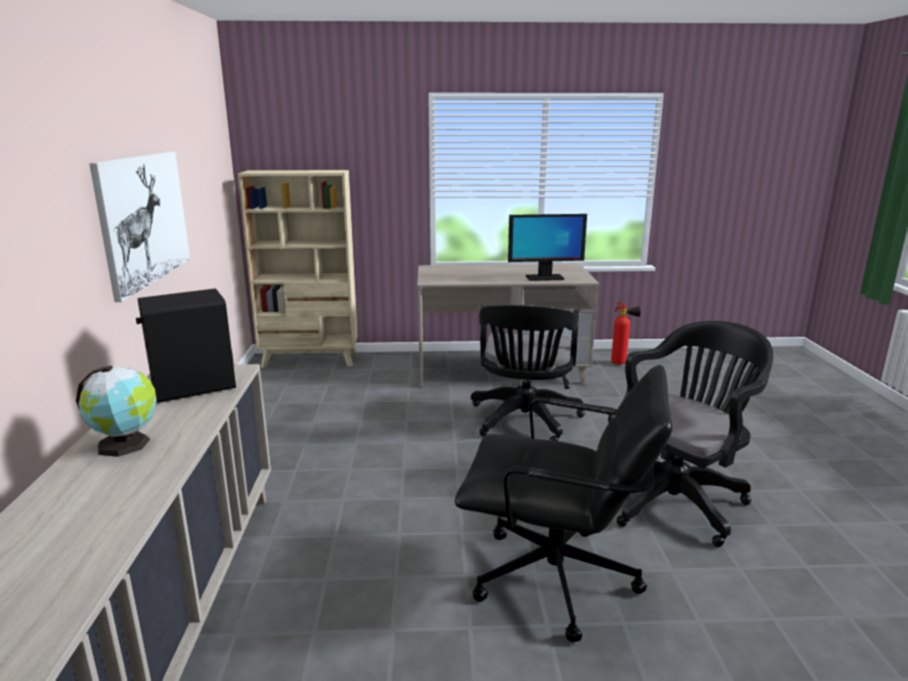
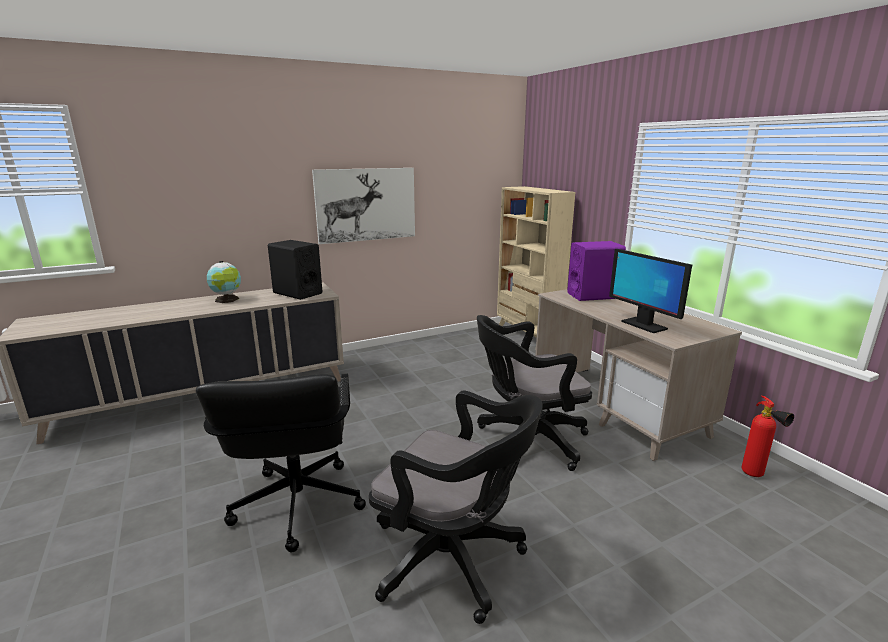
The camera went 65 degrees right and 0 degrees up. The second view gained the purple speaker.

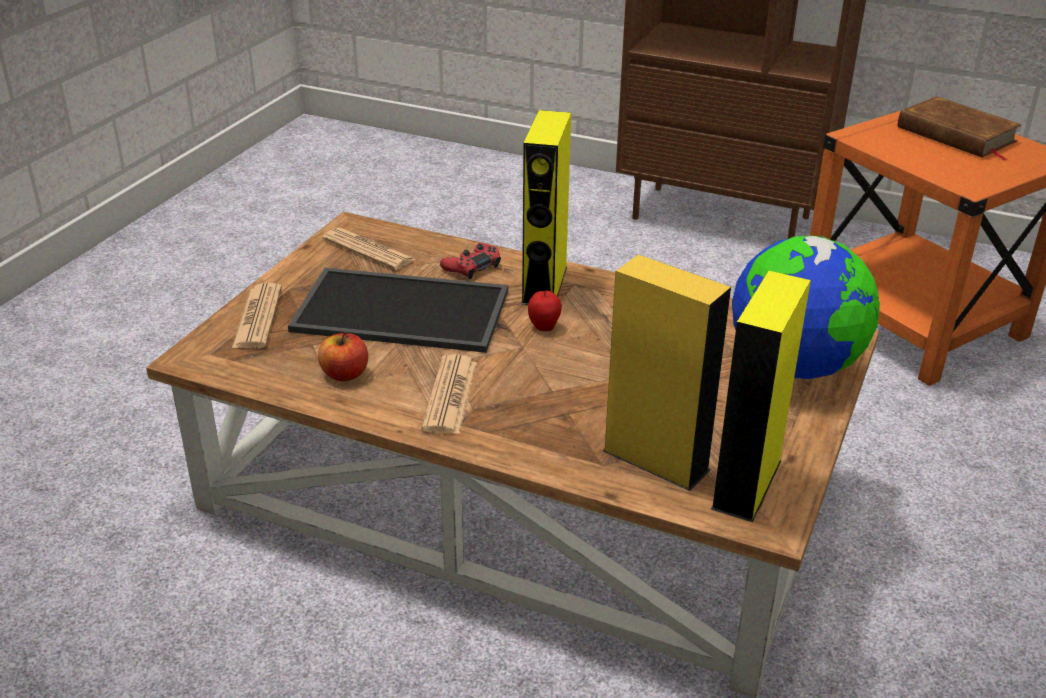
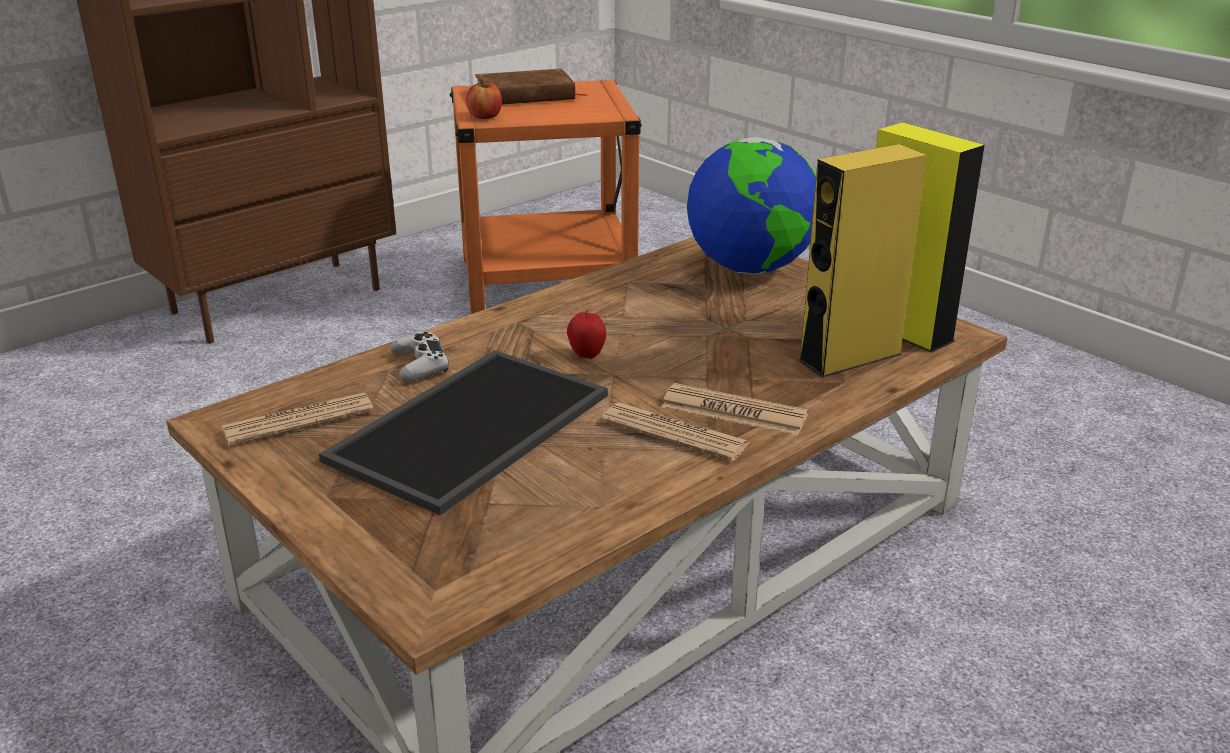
The camera went 65 degrees left and 5 degrees down. The second view lost the yellow speaker (no. 1 from left). The newspaper (no. 1 from left in the first image) ended up elsewhere. The apple (no. 1 from left) ended up elsewhere. What was the red game controller turned into the white game controller.

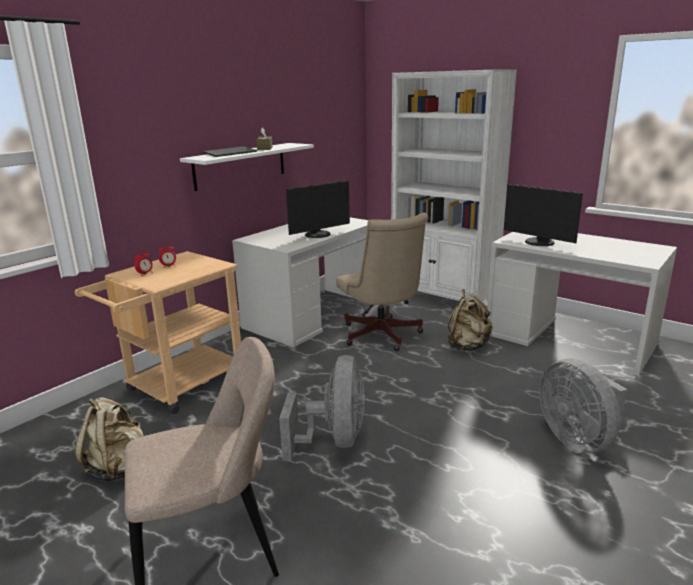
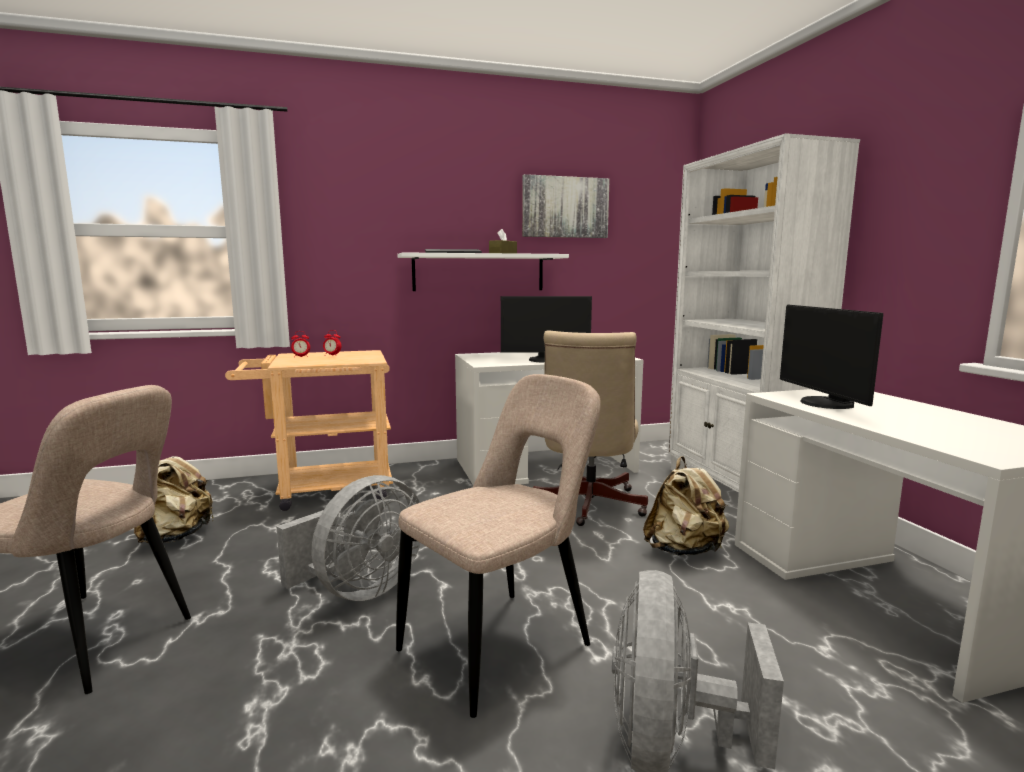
The camera went 35 degrees right and 10 degrees down. The second view gained the beige chair (no. 2 from left). The second view gained the picture.

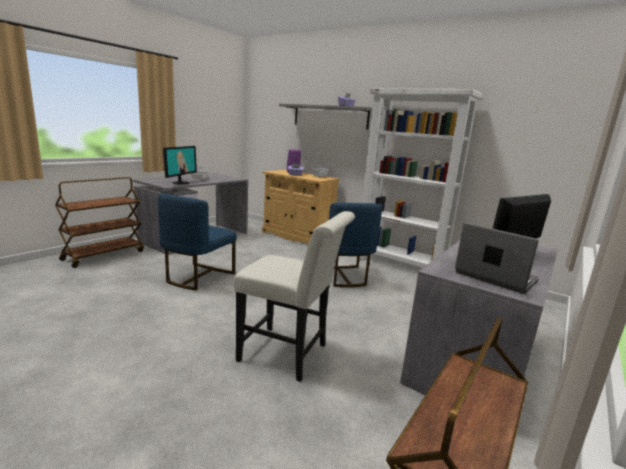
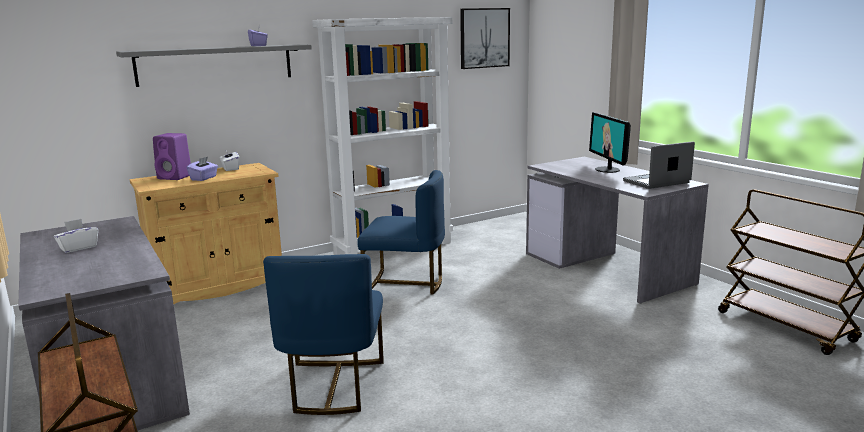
The camera went 65 degrees left and 0 degrees up. The second view lost the monitor (no. 1 from left). The second view lost the white chair. The second view gained the picture. The blue chair (no. 1 from left) ended up facing another way, 45 degrees clockwise from before.

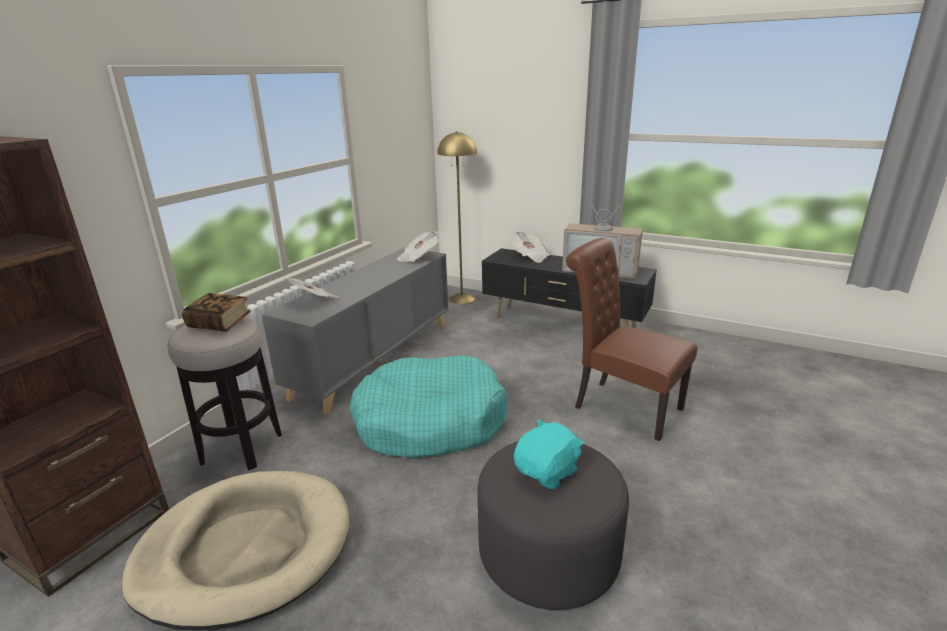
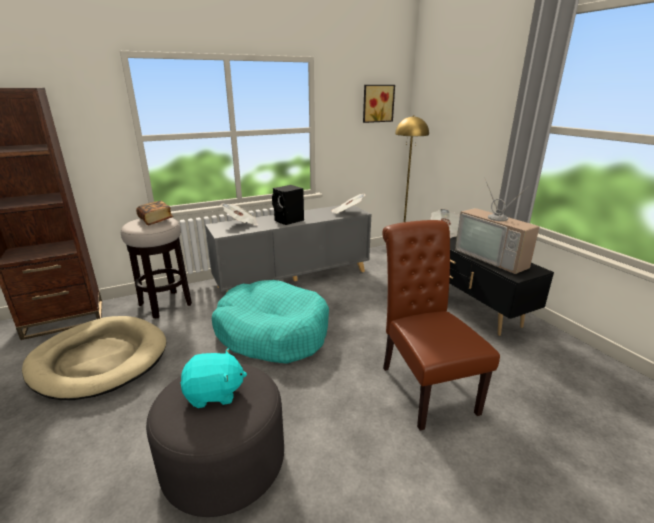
The camera went 35 degrees right and 0 degrees up. The second view gained the black speaker. The second view gained the picture.

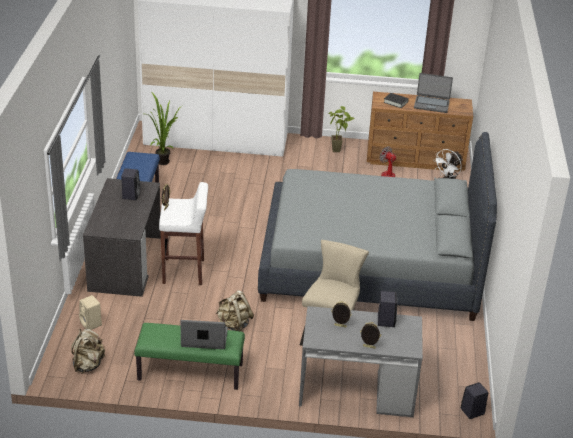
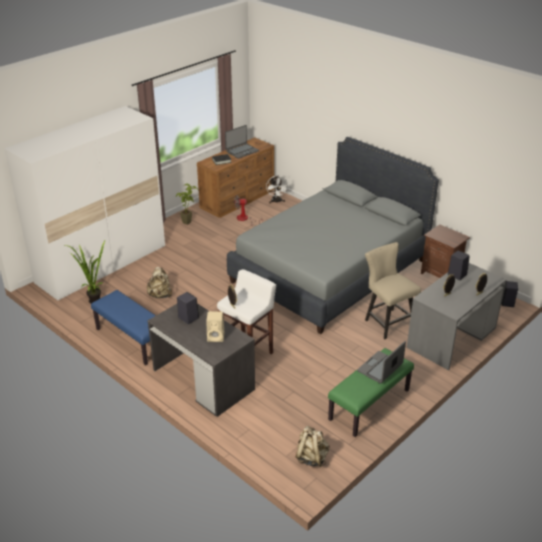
The camera went 50 degrees left and 0 degrees up. The second view gained the brown nightstand. The beige speaker ended up elsewhere. The beige backpack (no. 2 from left in the first image) ended up elsewhere.

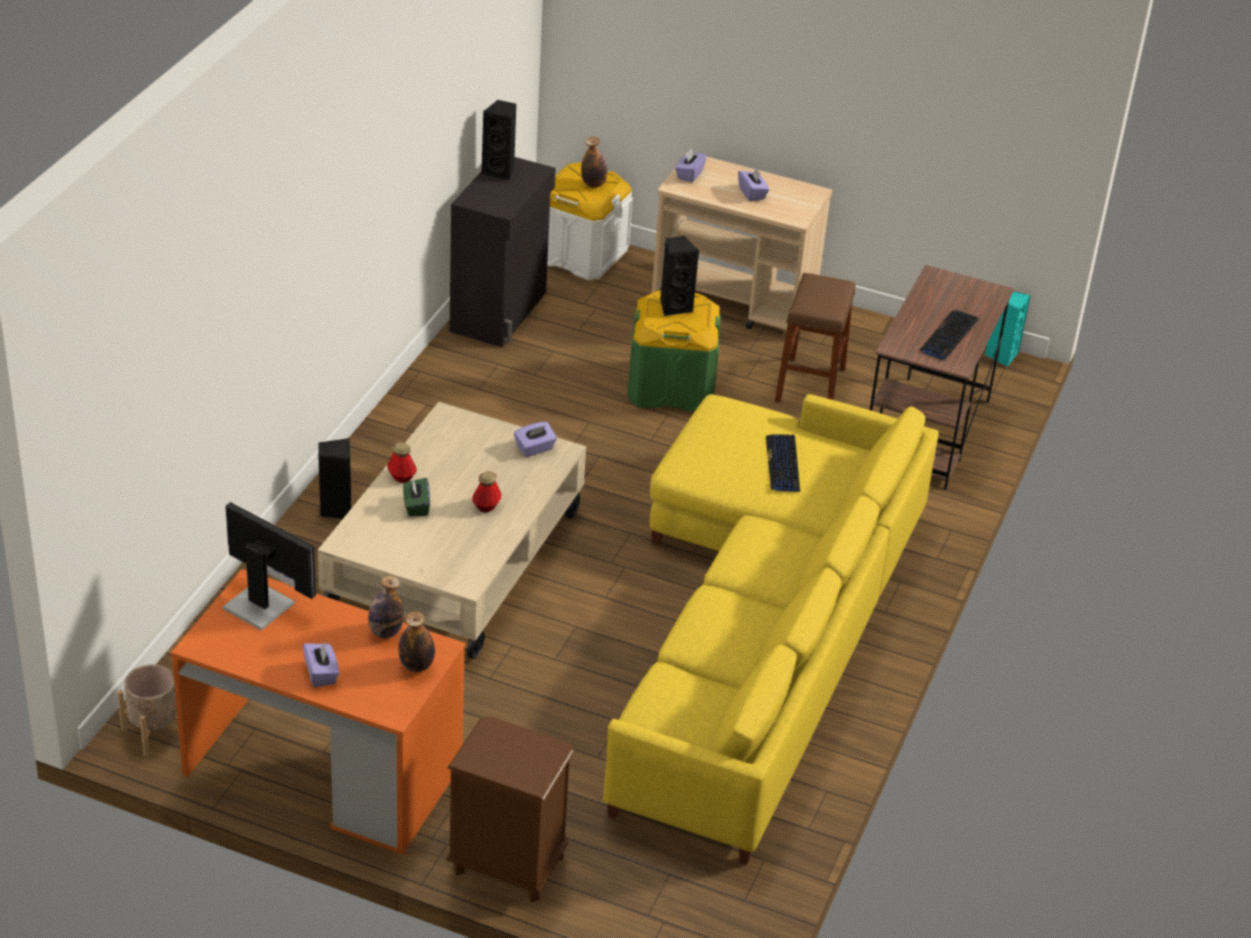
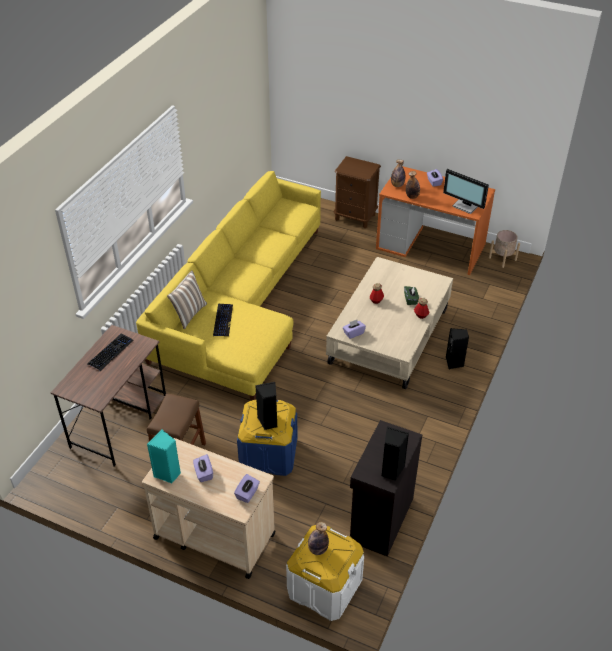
The camera went 175 degrees left and 5 degrees up. The second view gained the pillow. The turquoise speaker ended up elsewhere. What was the green storage box turned into the blue storage box.

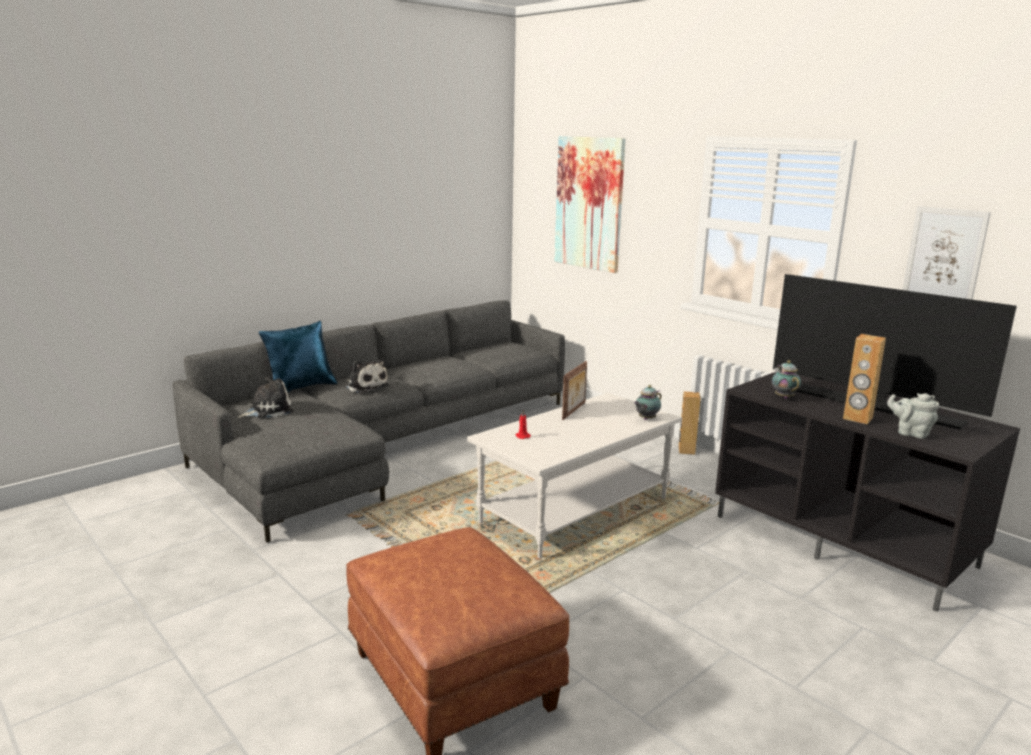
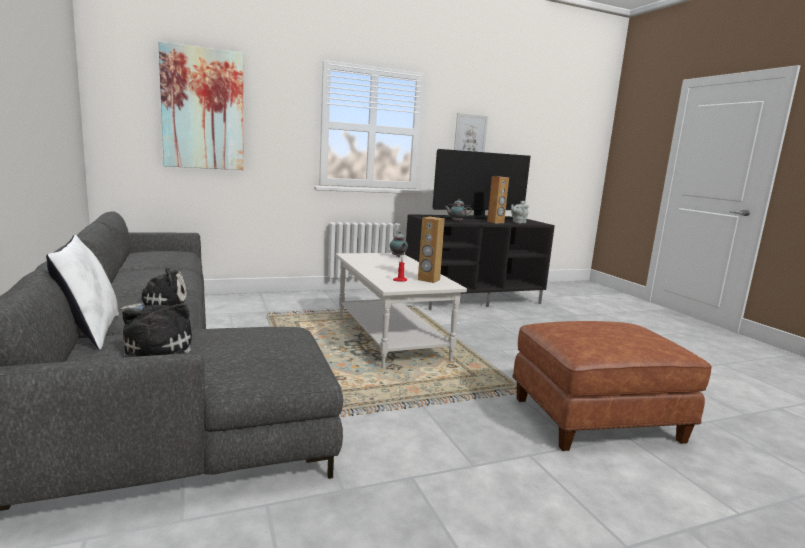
The camera went 70 degrees left and 5 degrees down. The second view lost the picture frame. The brown speaker (no. 1 from left) ended up elsewhere. What was the blue pillow turned into the white pillow.

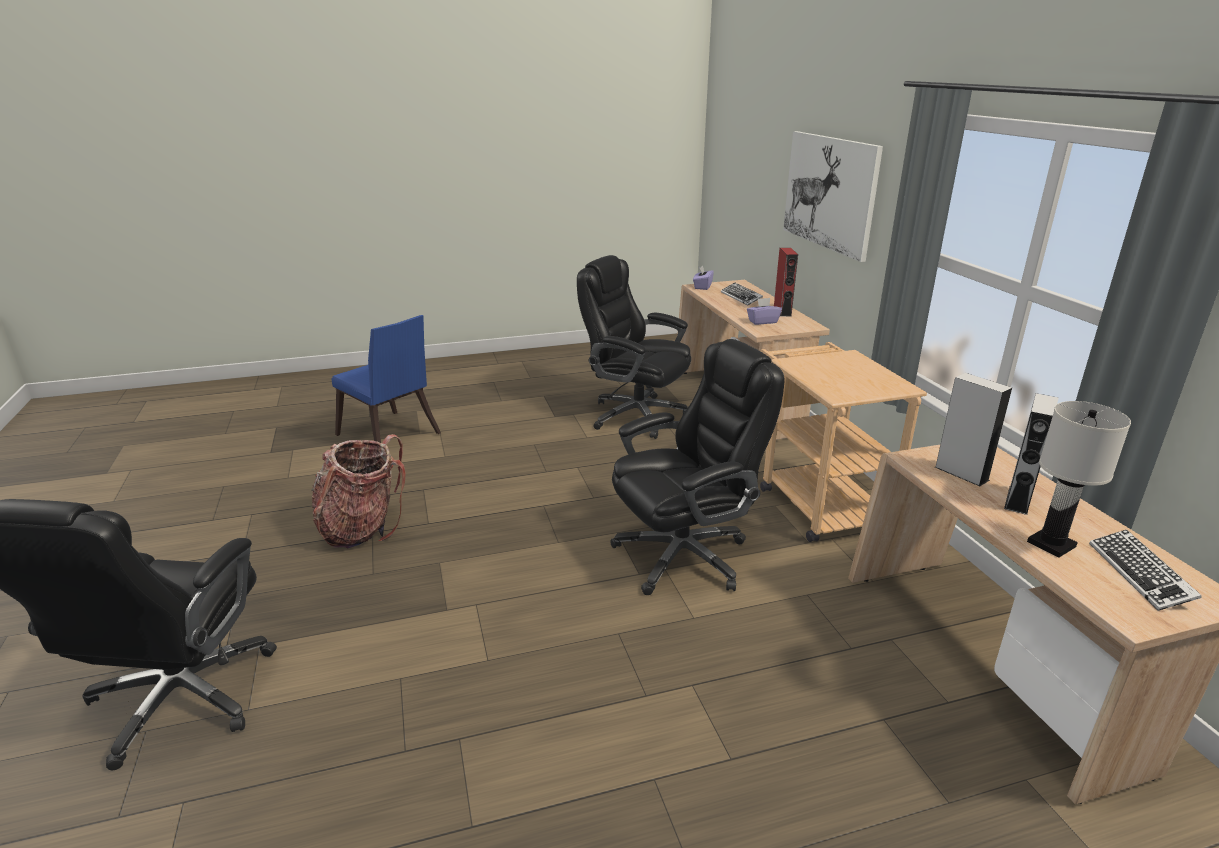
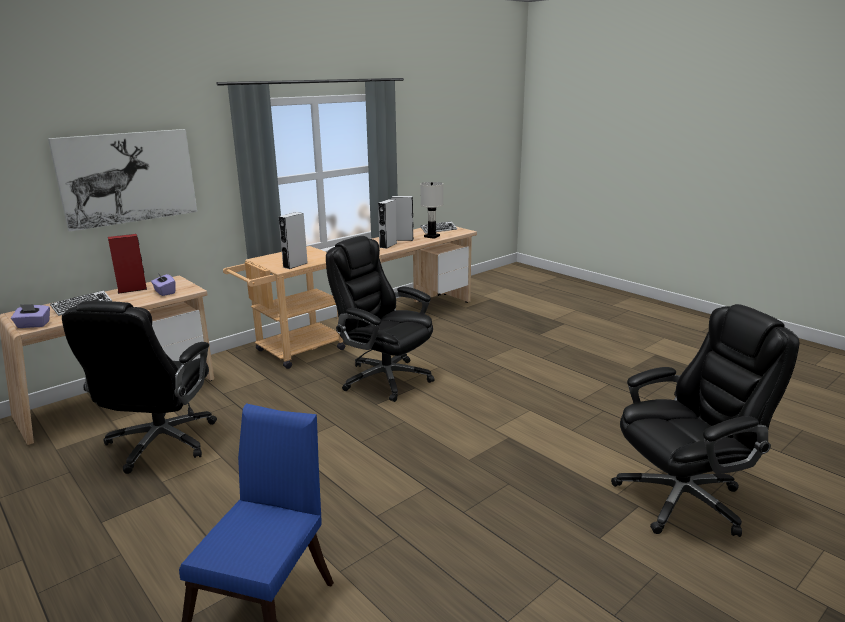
The camera went 115 degrees left and 5 degrees down. The second view lost the backpack. The second view gained the grey speaker (no. 1 from left).

